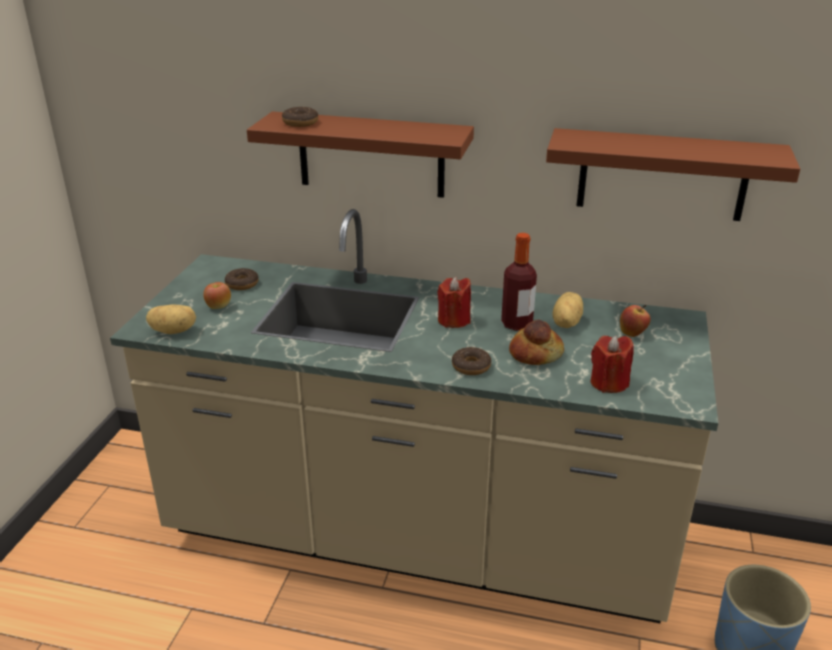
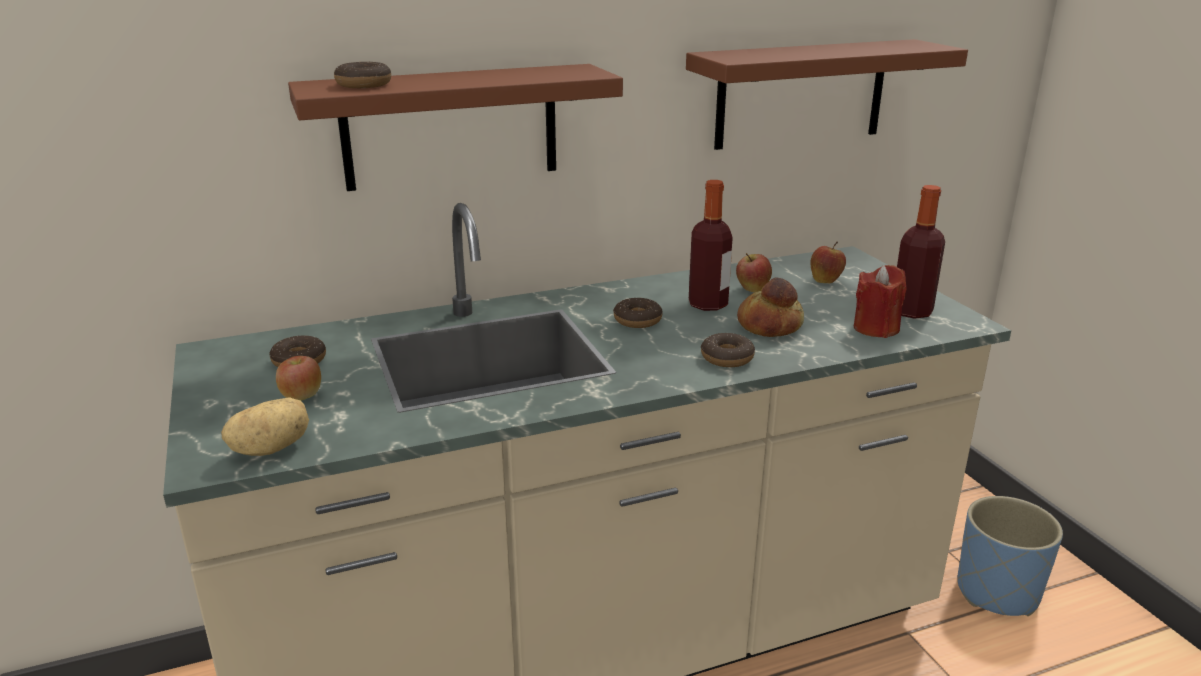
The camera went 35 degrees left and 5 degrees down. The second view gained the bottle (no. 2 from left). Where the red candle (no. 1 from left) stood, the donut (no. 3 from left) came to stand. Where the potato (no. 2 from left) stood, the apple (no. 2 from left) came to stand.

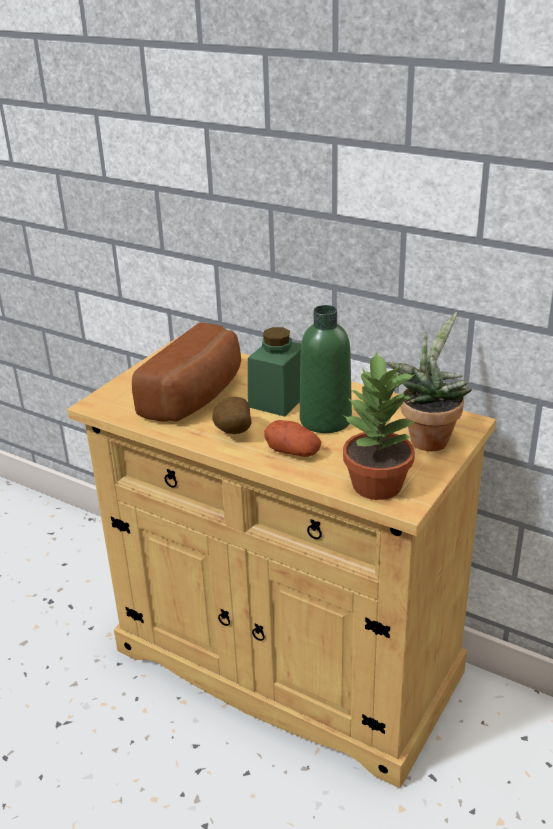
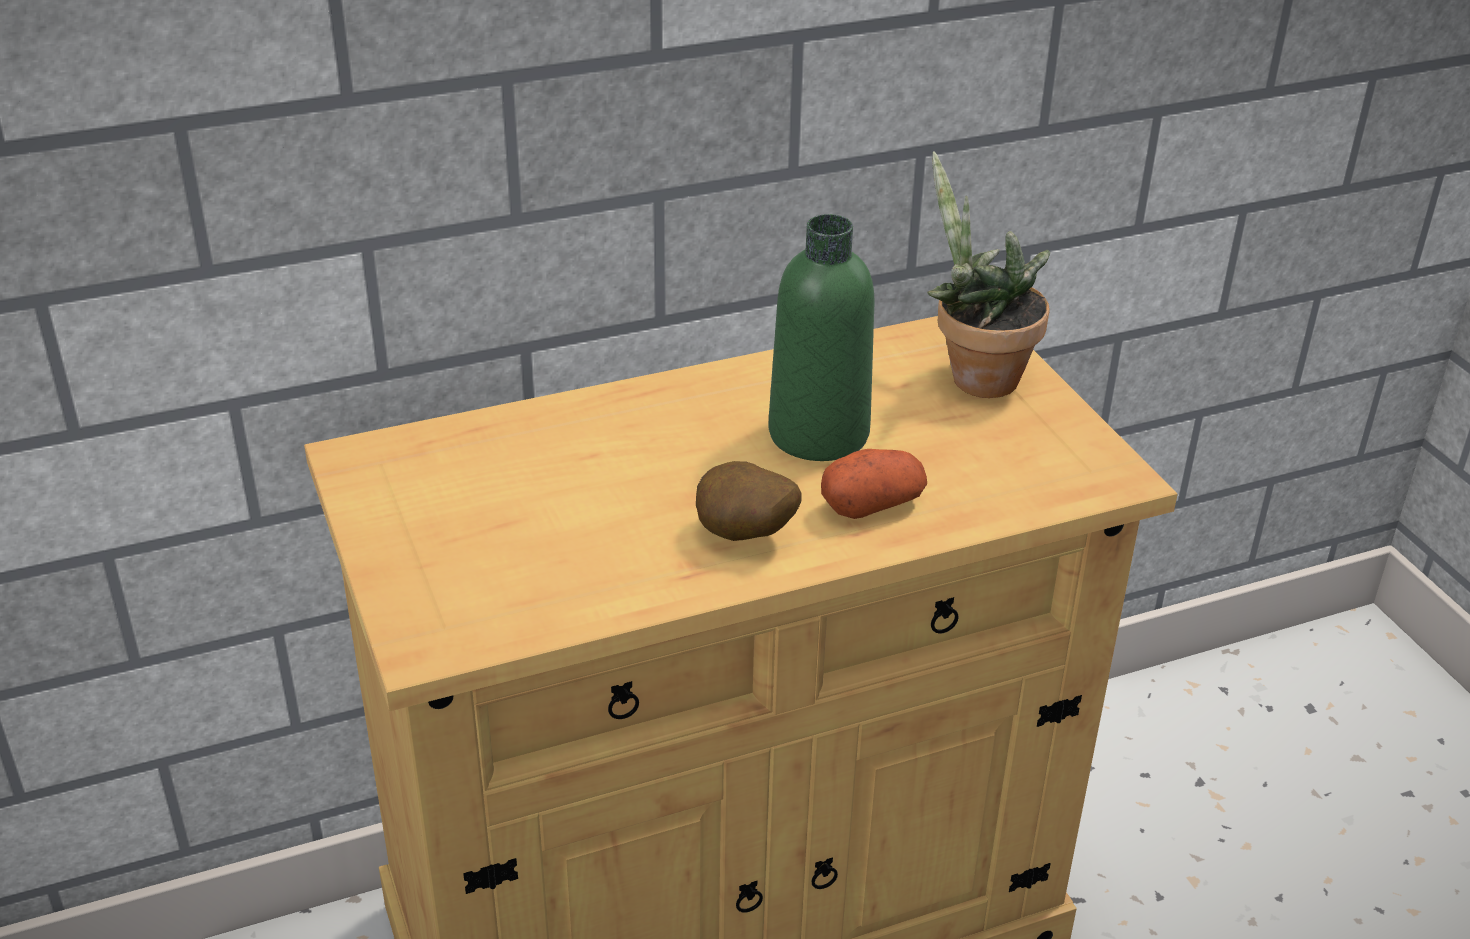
The camera went 55 degrees left and 5 degrees up. The second view lost the bread. The second view lost the green jar. The second view lost the potted plant (no. 1 from left).

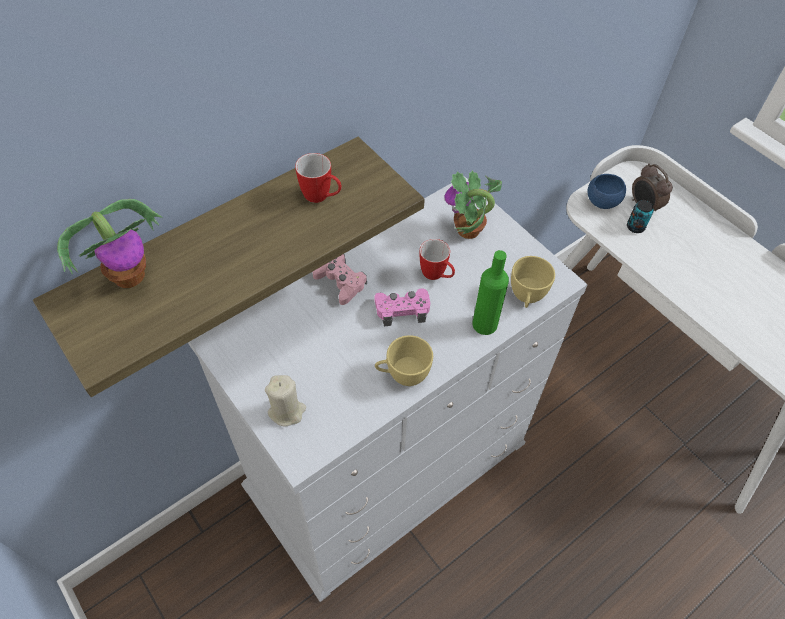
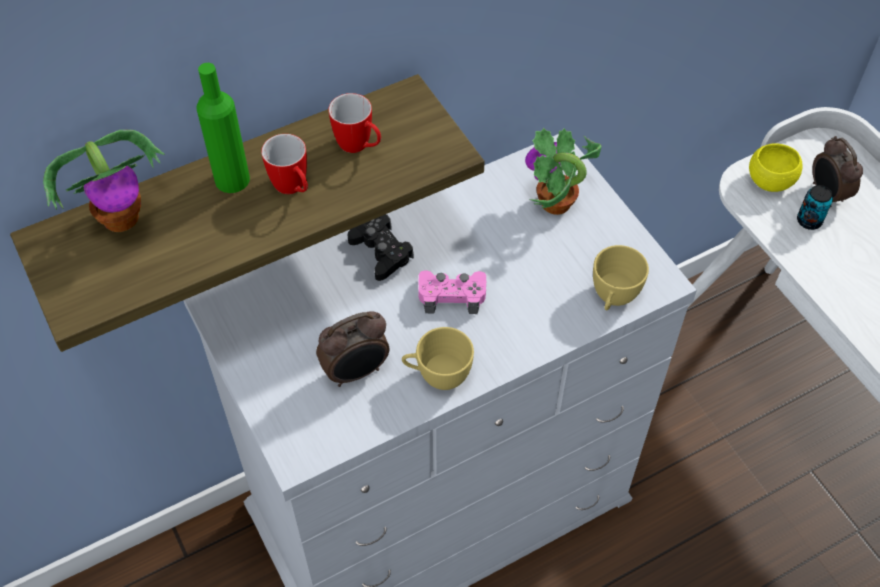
The camera went 10 degrees right and 0 degrees up. The second view lost the beige candle. The second view gained the alarm clock (no. 1 from left). The mug (no. 2 from left in the first image) ended up elsewhere. The green bottle ended up elsewhere. What was the pink game controller (no. 1 from left) turned into the black game controller. What was the blue bowl turned into the yellow bowl.

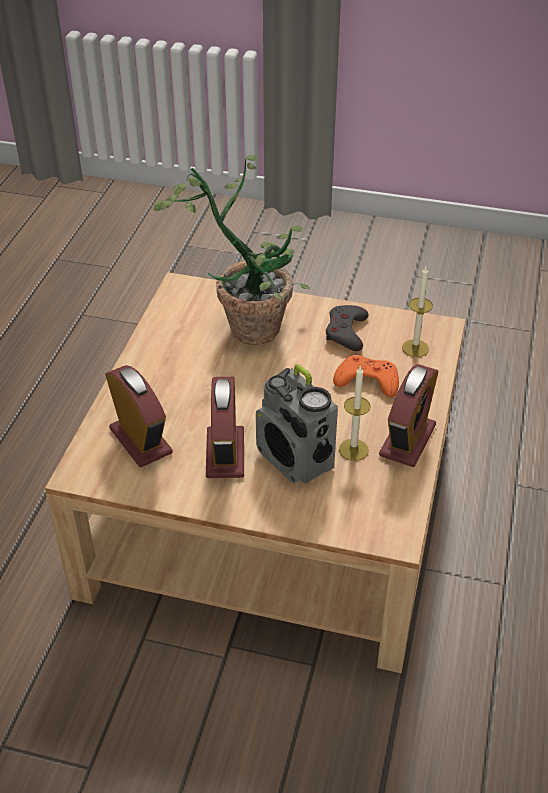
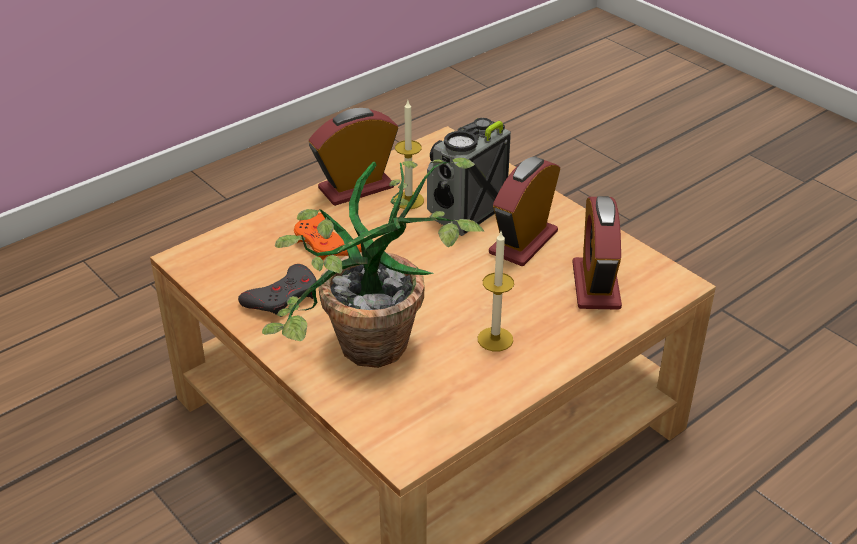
The camera went 145 degrees left and 5 degrees down. The candle (no. 2 from left) ended up elsewhere. The radio ended up facing another way, 135 degrees counterclockwise from before.

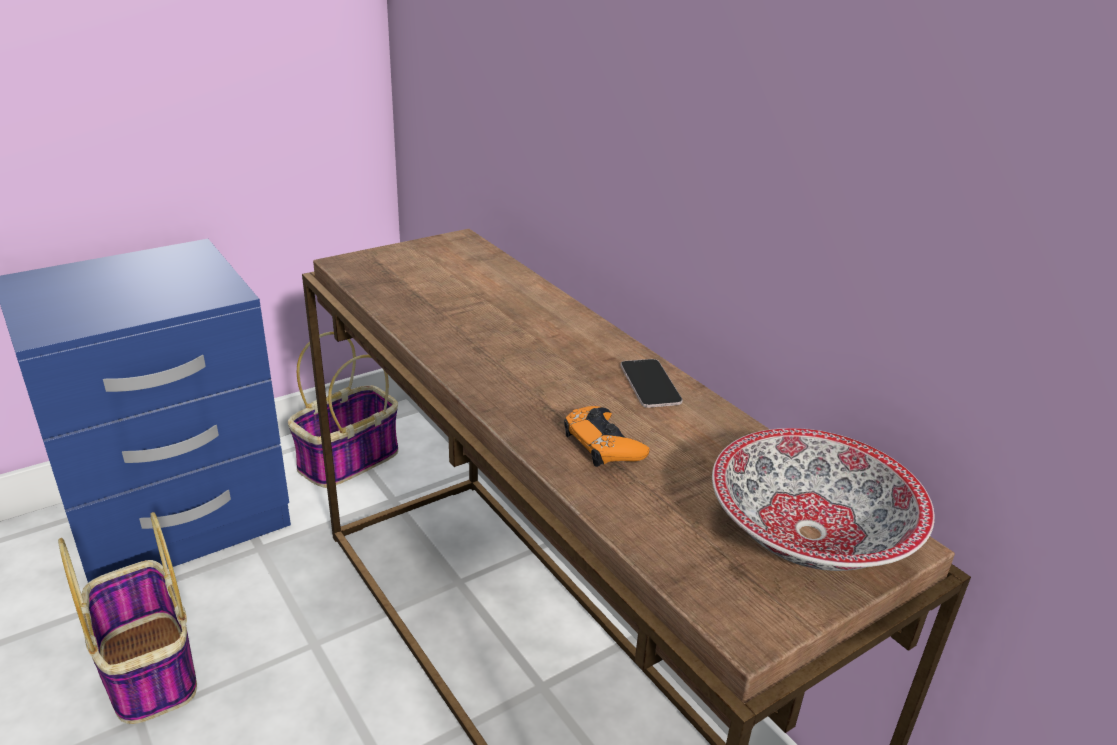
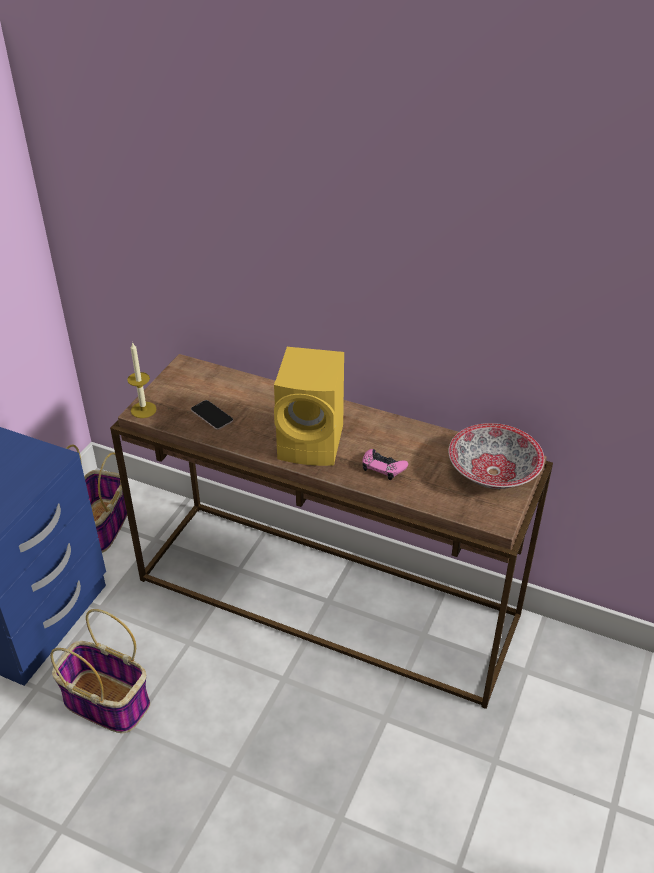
The camera went 30 degrees left and 10 degrees up. The second view gained the candle. The second view gained the yellow speaker. The phone ended up elsewhere. What was the orange game controller turned into the pink game controller.

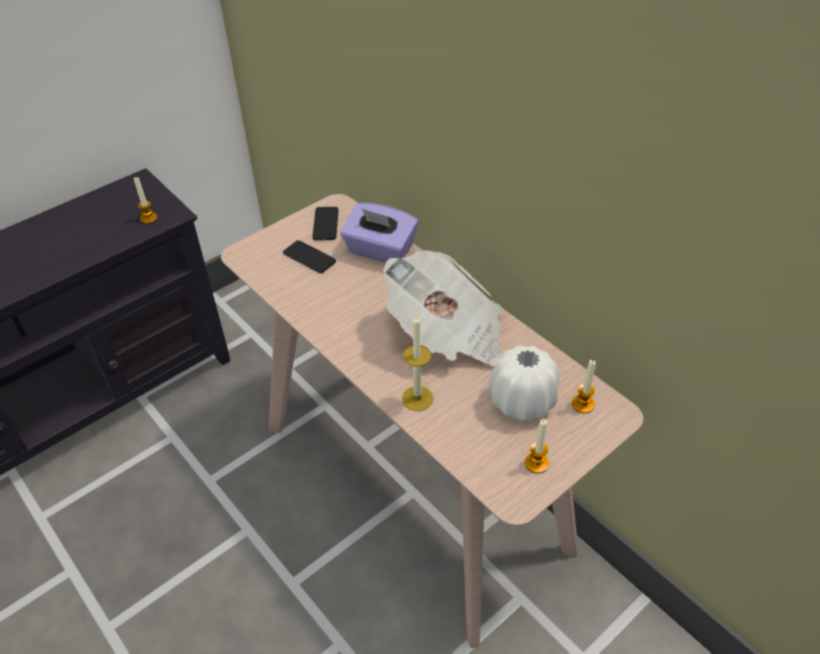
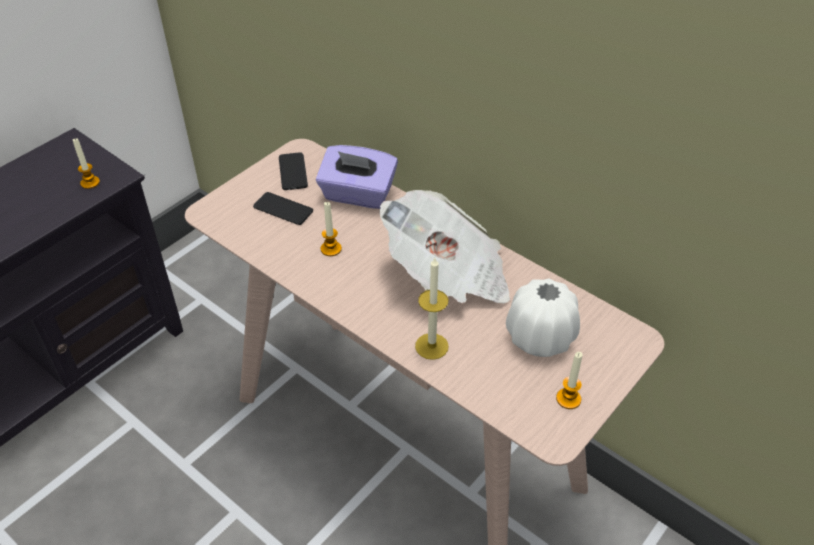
The camera went 10 degrees left and 0 degrees up. The candle (no. 4 from left in the first image) ended up elsewhere.

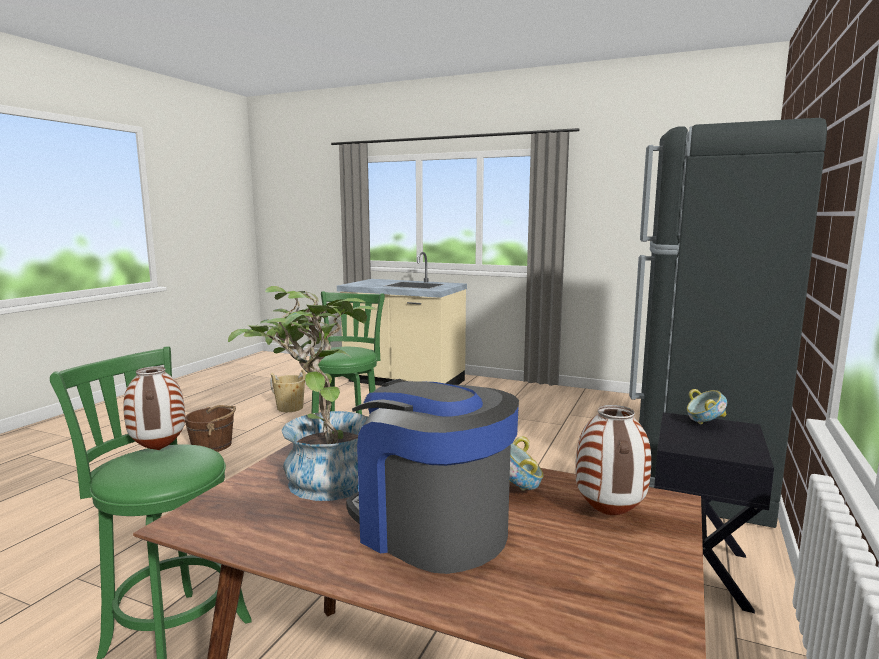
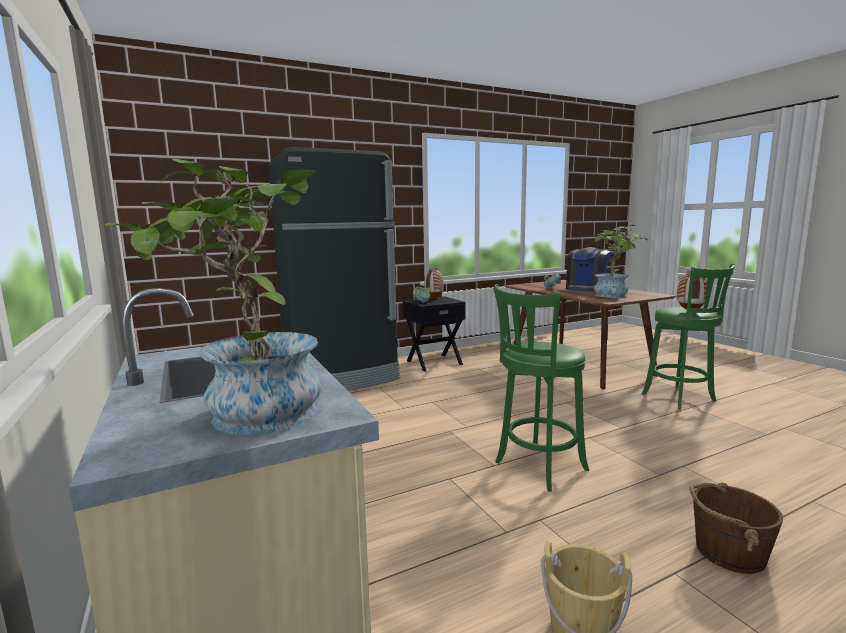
The camera went 140 degrees left and 0 degrees up. The second view gained the potted plant (no. 1 from left). The vase (no. 2 from left in the first image) ended up elsewhere. The coffee machine ended up facing another way, 45 degrees clockwise from before.

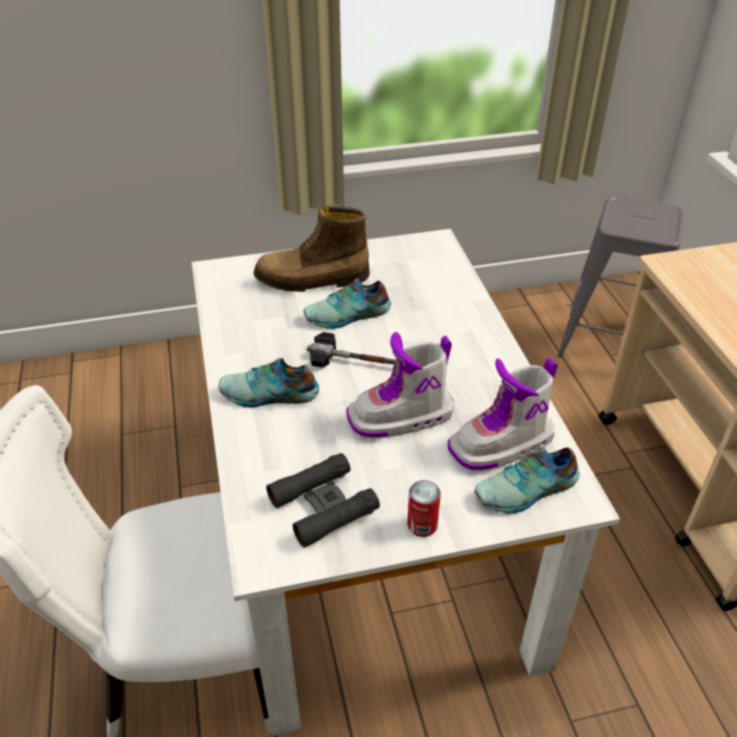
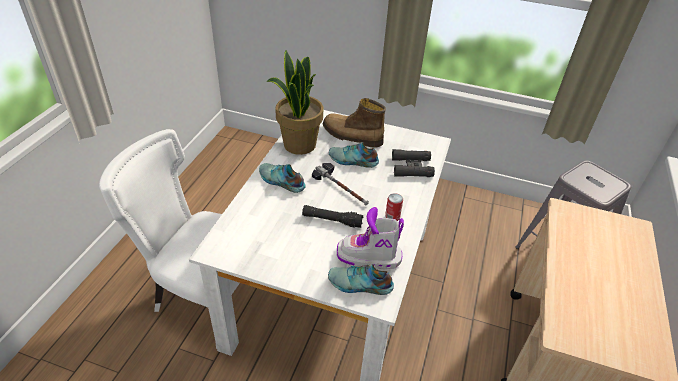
The camera went 30 degrees right and 0 degrees up. The second view gained the potted plant. The black binoculars ended up elsewhere. The can ended up elsewhere. Where the boot (no. 2 from left) stood, the black flashlight came to stand.

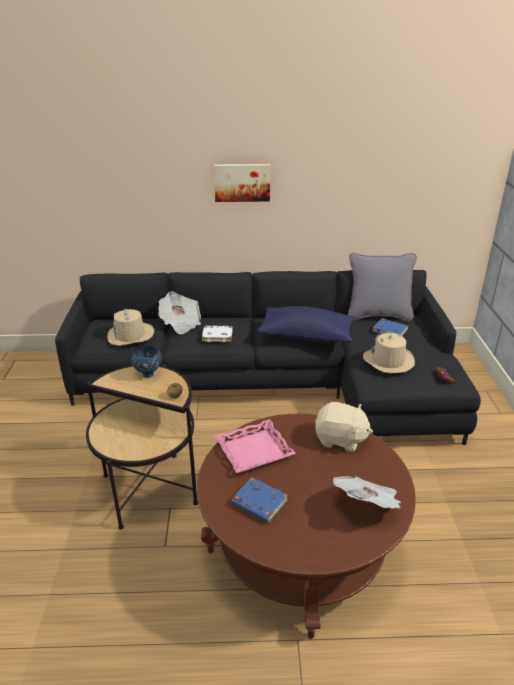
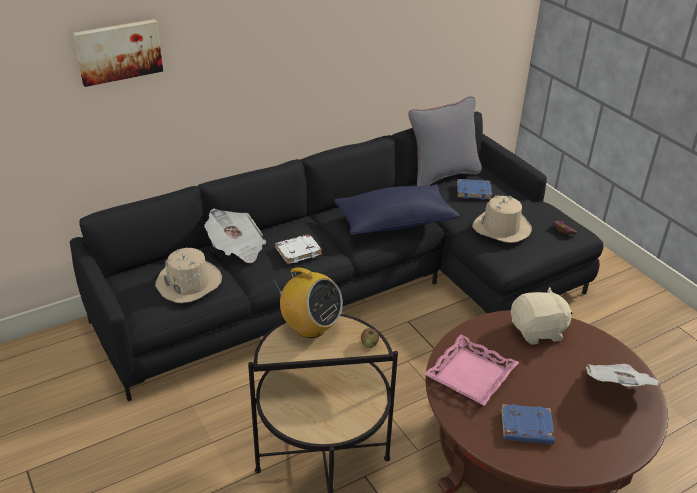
The camera went 30 degrees left and 5 degrees up. The picture ended up elsewhere. Where the blue bowl stood, the radio came to stand.

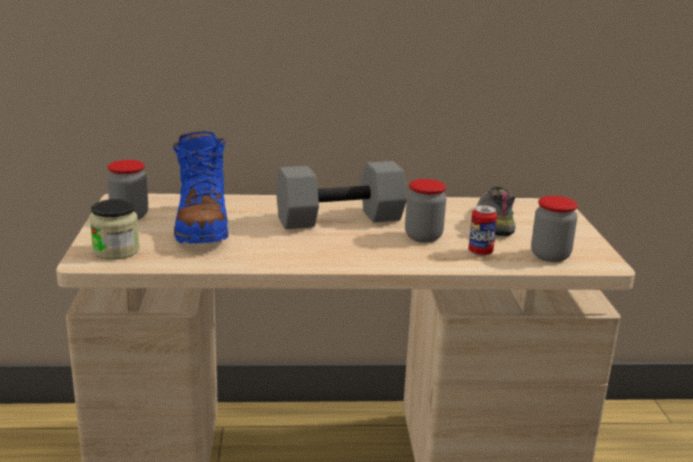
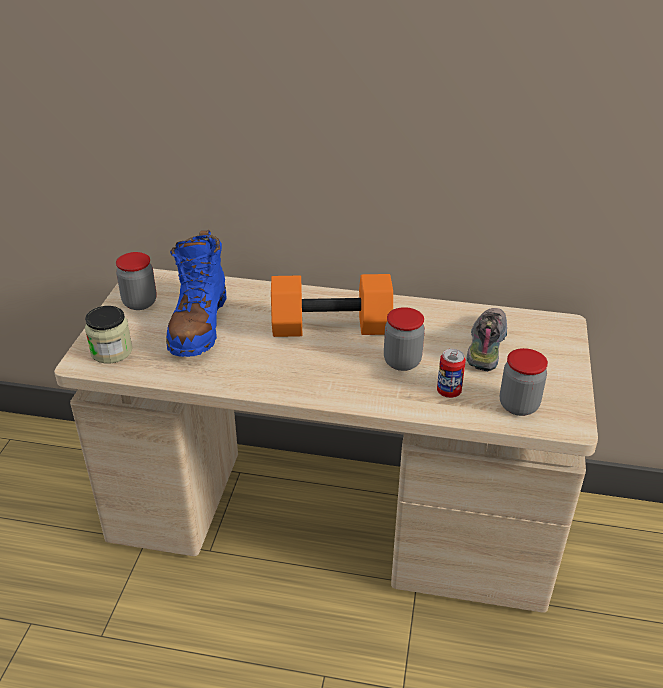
The camera went 15 degrees right and 15 degrees up. What was the grey dumbbell turned into the orange dumbbell.

